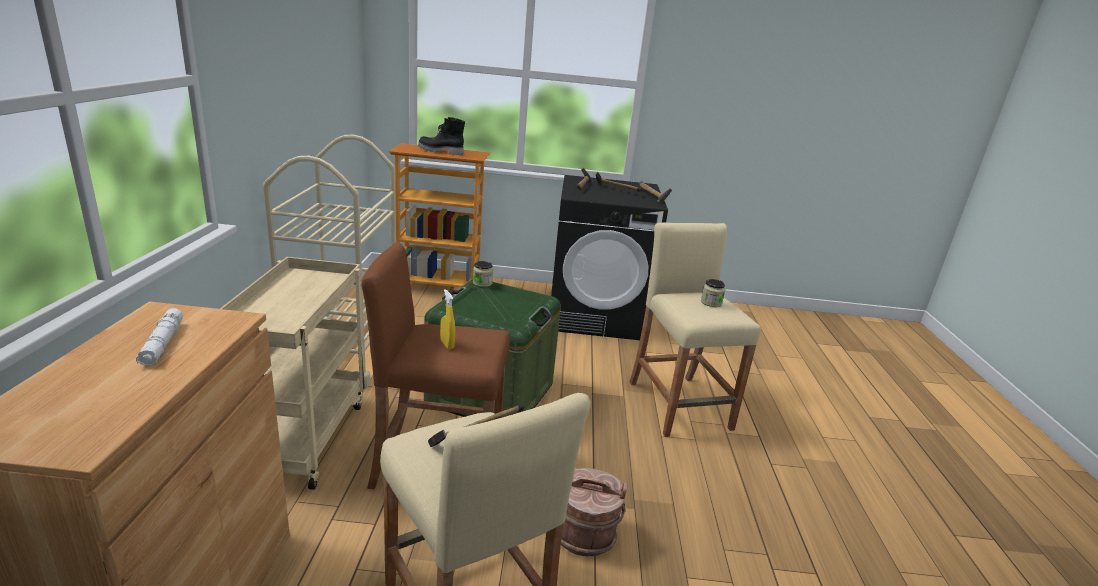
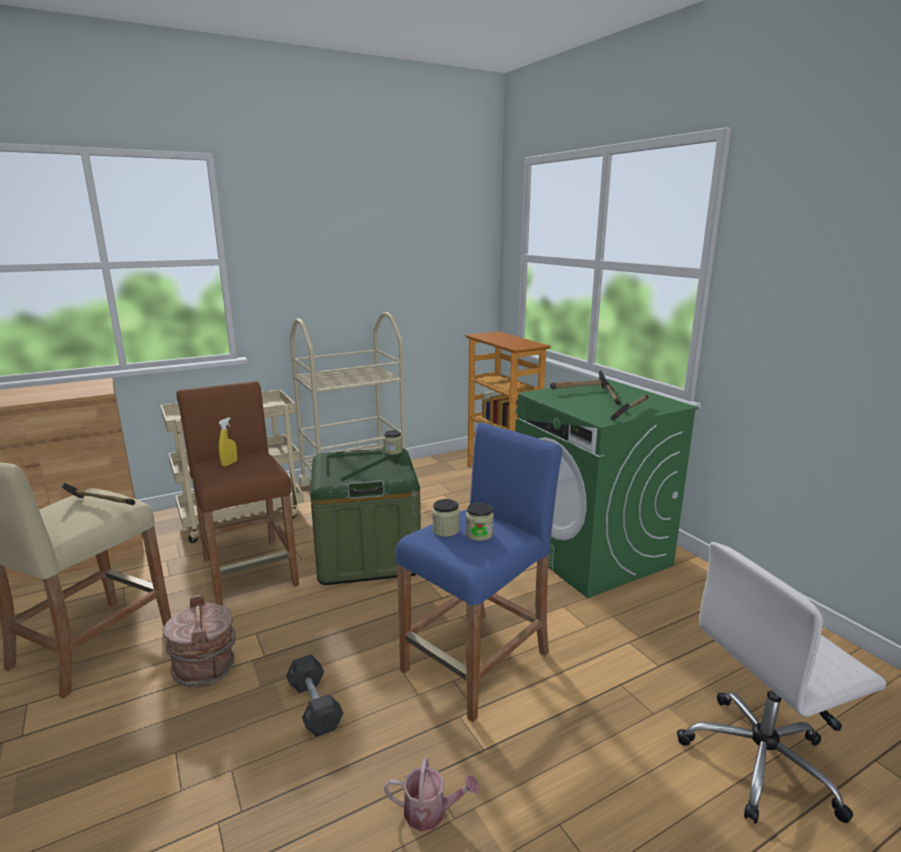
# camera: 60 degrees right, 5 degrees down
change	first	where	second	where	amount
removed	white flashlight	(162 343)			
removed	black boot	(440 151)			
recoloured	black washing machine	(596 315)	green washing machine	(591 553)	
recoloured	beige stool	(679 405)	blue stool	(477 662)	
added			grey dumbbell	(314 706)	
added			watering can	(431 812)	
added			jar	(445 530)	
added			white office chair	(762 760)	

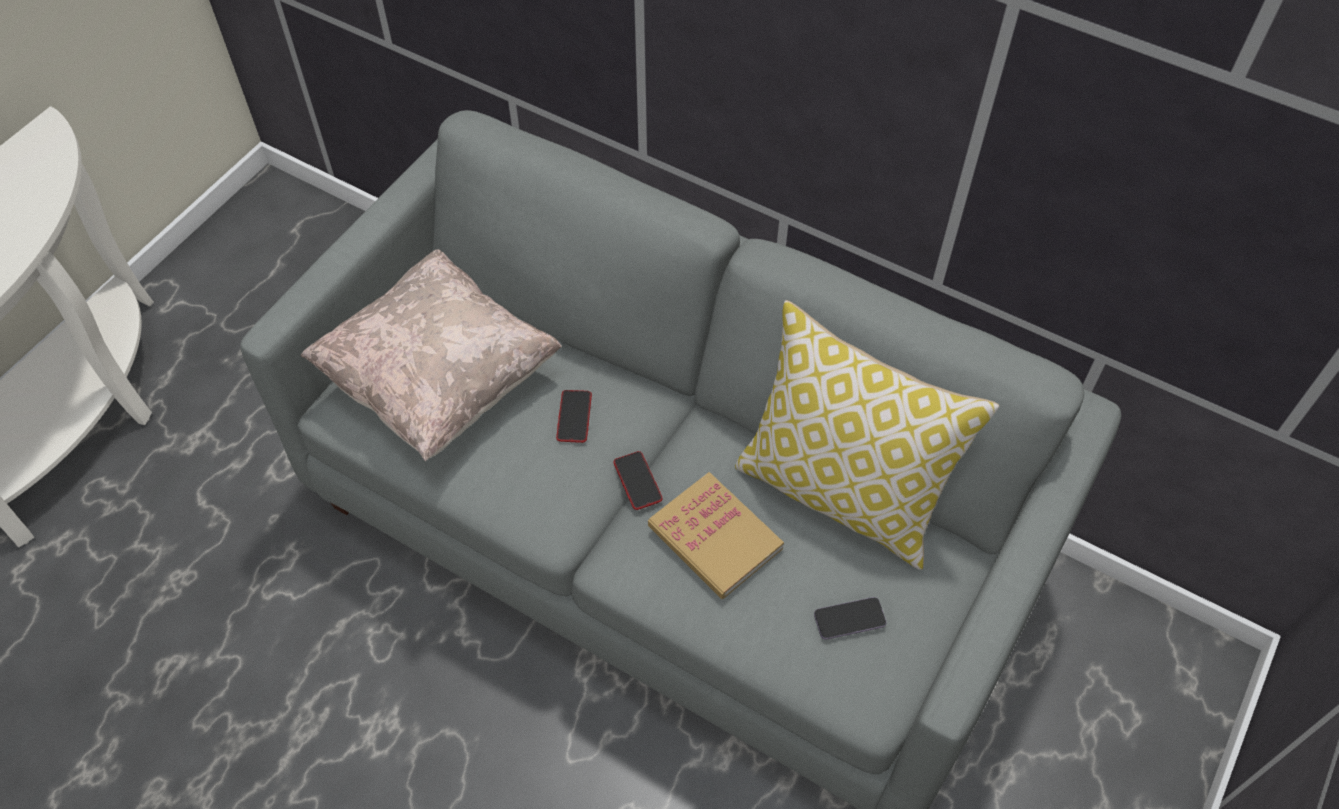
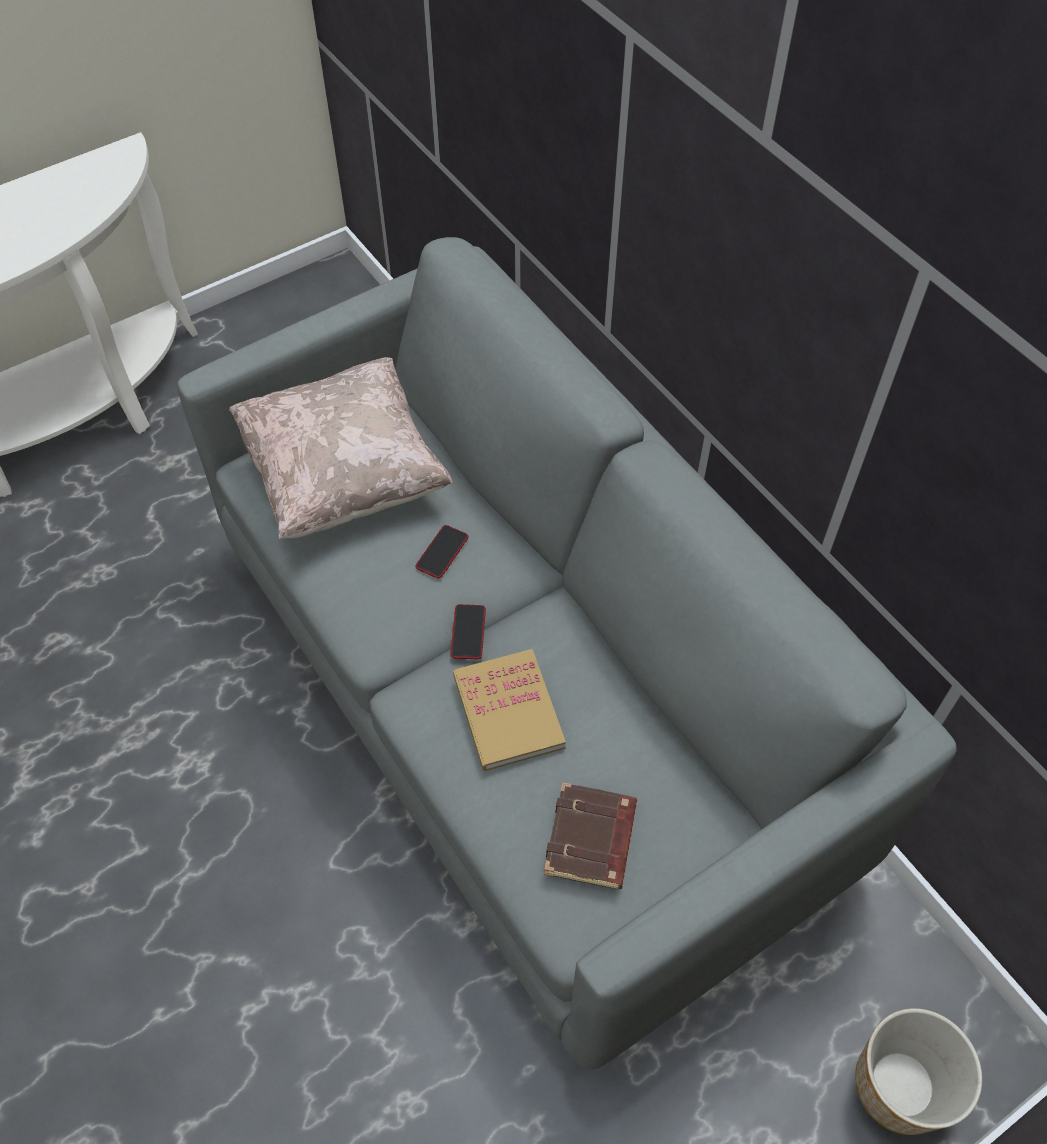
# camera: 25 degrees right, 0 degrees up
change	first	where	second	where	amount
removed	pillow	(843 492)			
replaced	phone	(849 619)	brown book	(592 840)	
added			planter	(901 1087)	

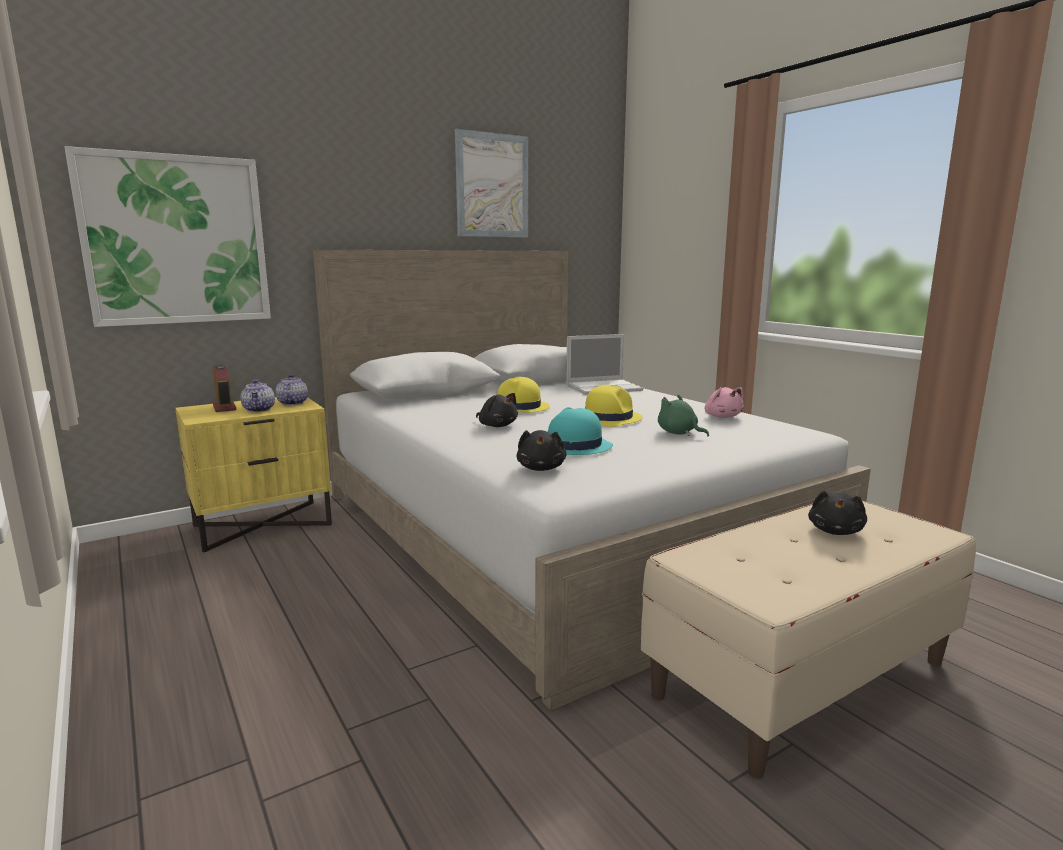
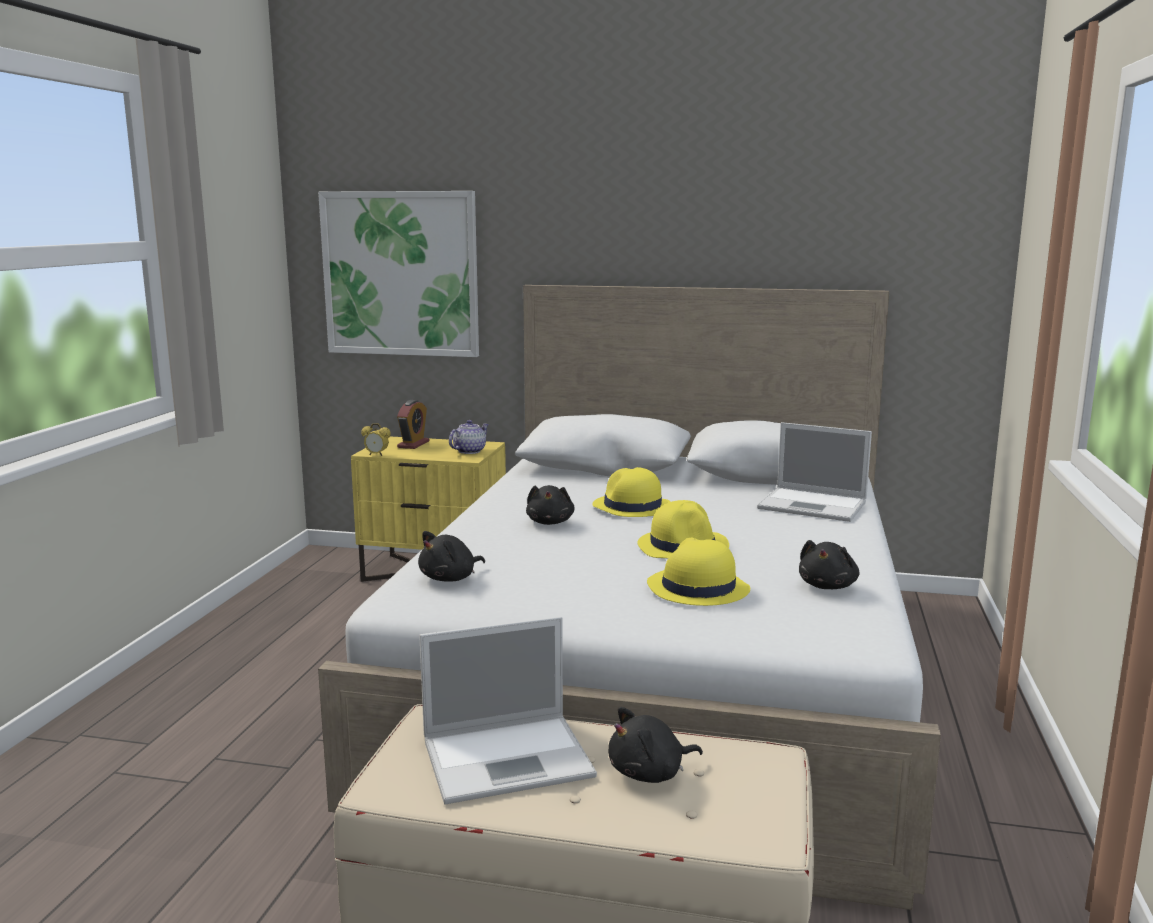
# camera: 45 degrees right, 0 degrees up
change	first	where	second	where	amount
removed	teapot	(259 410)			
removed	picture	(492 186)			
removed	turquoise hat	(573 446)			
replaced	green plush toy	(679 433)	yellow hat	(697 588)	
recoloured	pink plush toy	(722 417)	black plush toy	(828 586)	
added			alarm clock	(377 455)	
added			laptop	(510 757)	

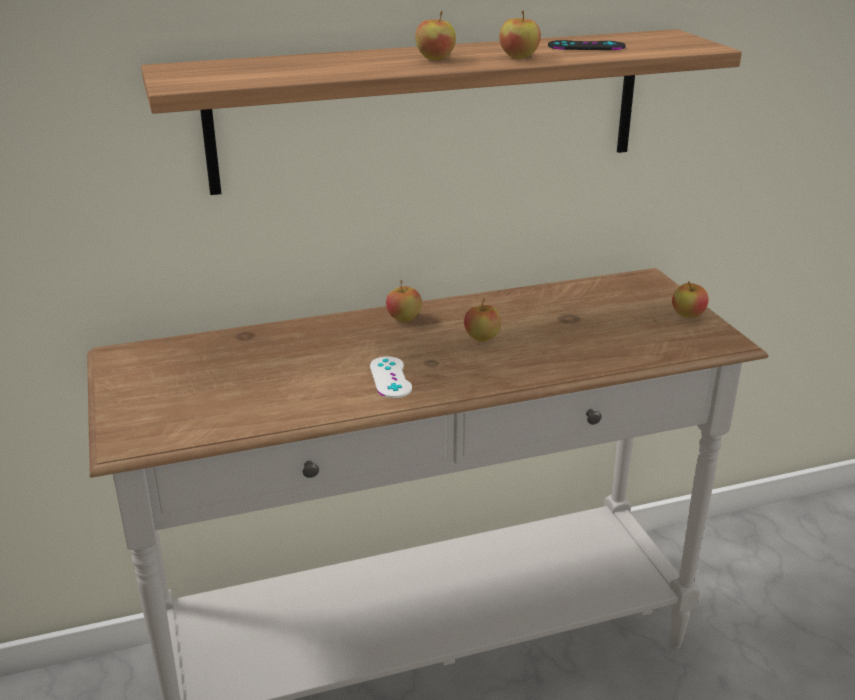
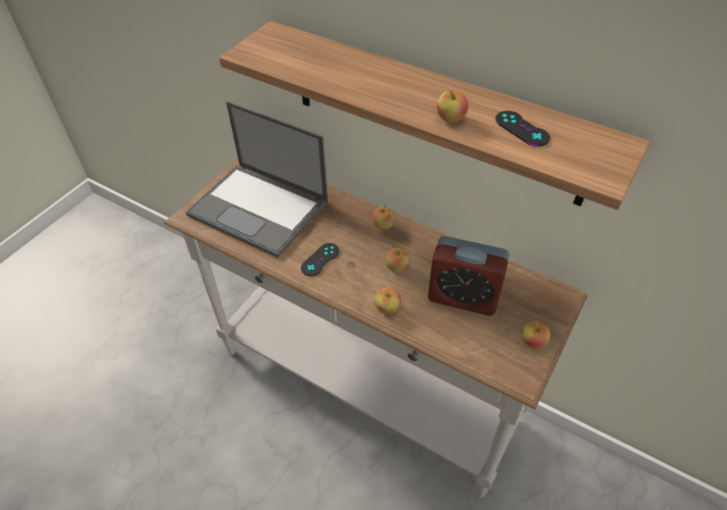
# camera: 50 degrees right, 20 degrees up
change	first	where	second	where	amount
recoloured	white game controller	(390 377)	black game controller	(320 259)	
moved	apple	(435 58)		(387 308)	
added			laptop	(260 208)	
added			alarm clock	(463 297)	

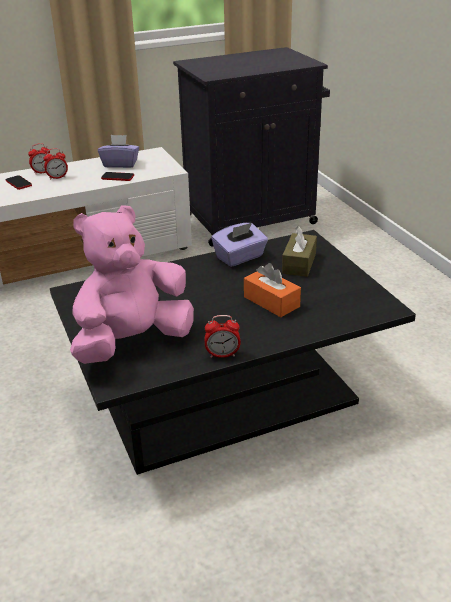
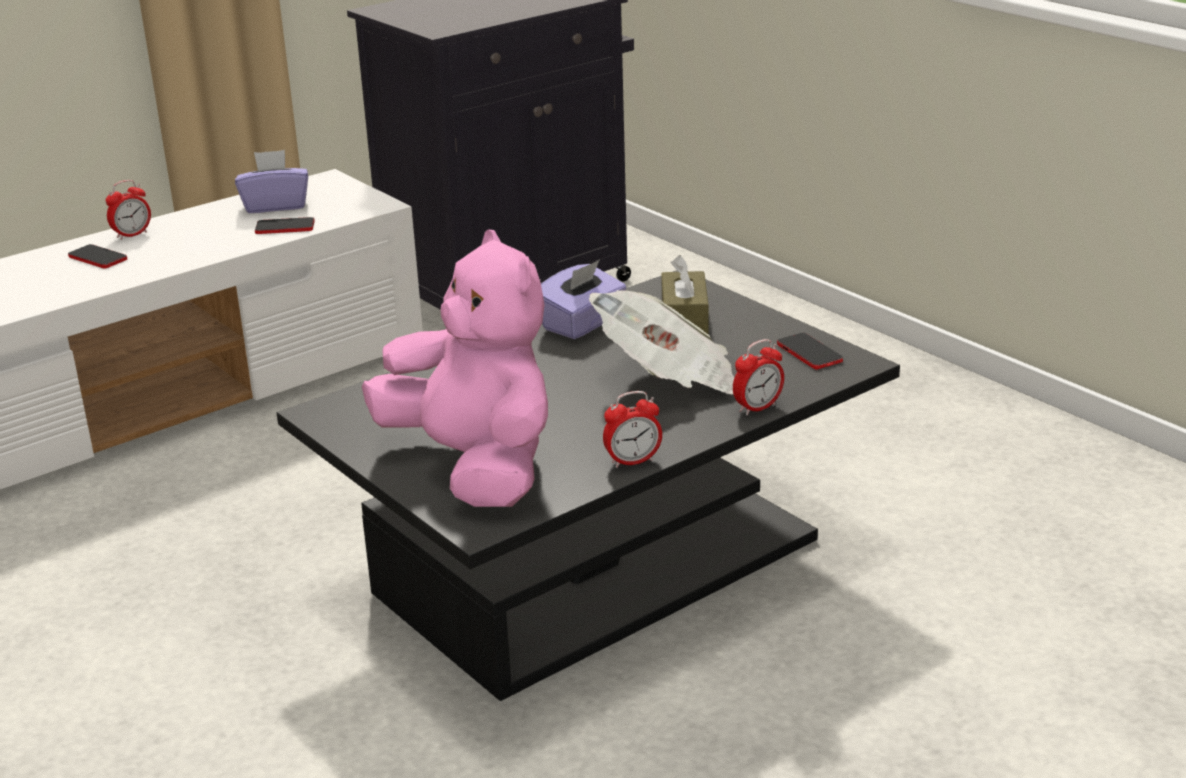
# camera: 15 degrees left, 5 degrees down
change	first	where	second	where	amount
moved	alarm clock	(57 177)		(757 408)	
turned	pink plush toy	(132 342)		(475 466)	105 degrees clockwise
replaced	orange tissue box	(271 302)	newspaper	(669 379)	
added			phone	(809 352)	

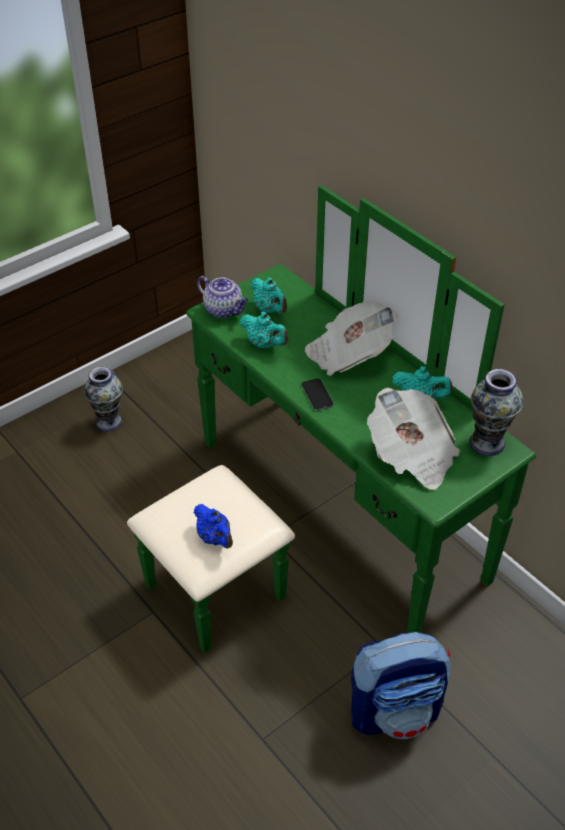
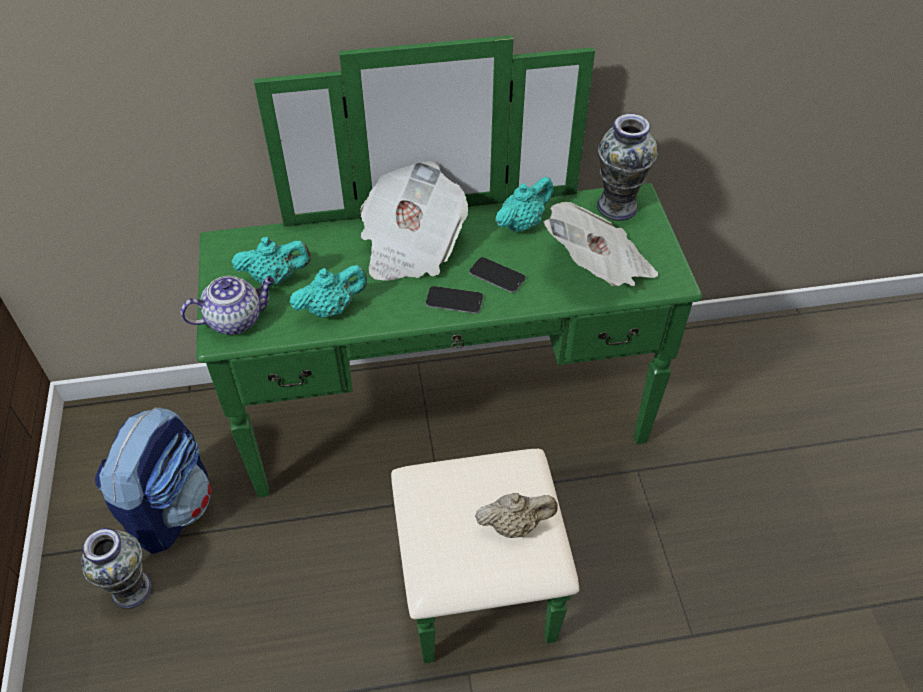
# camera: 60 degrees left, 5 degrees up
change	first	where	second	where	amount
recoloured	blue teapot	(215 538)	beige teapot	(514 525)	
moved	backpack	(395 710)		(171 507)	
added			phone	(497 276)	

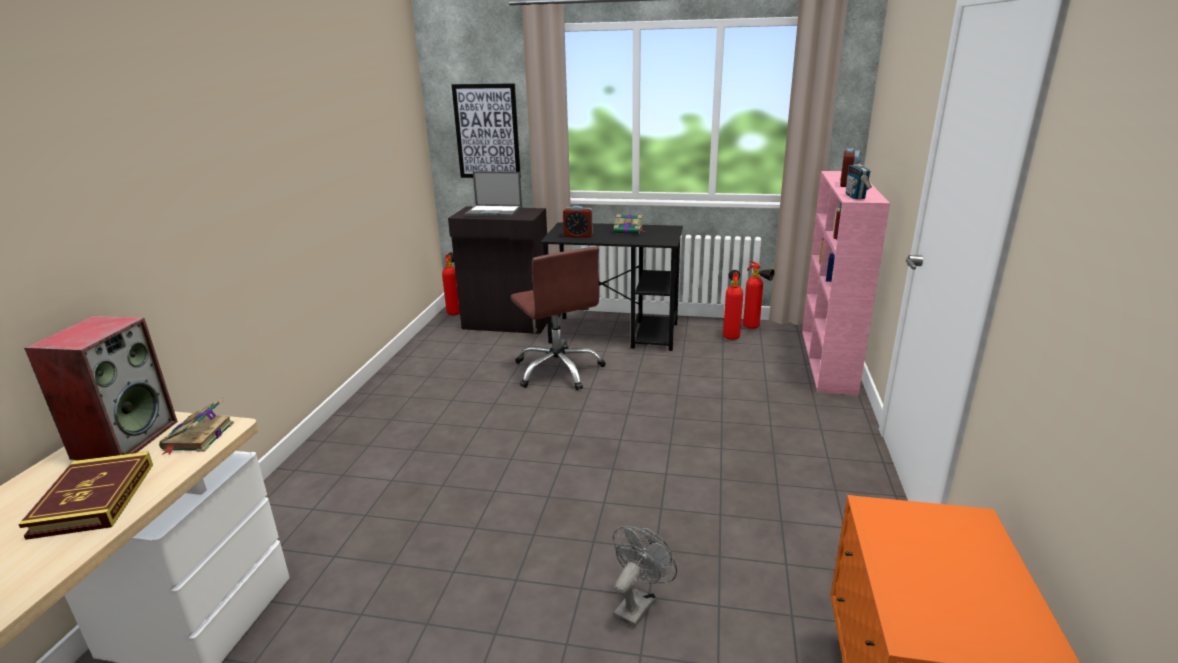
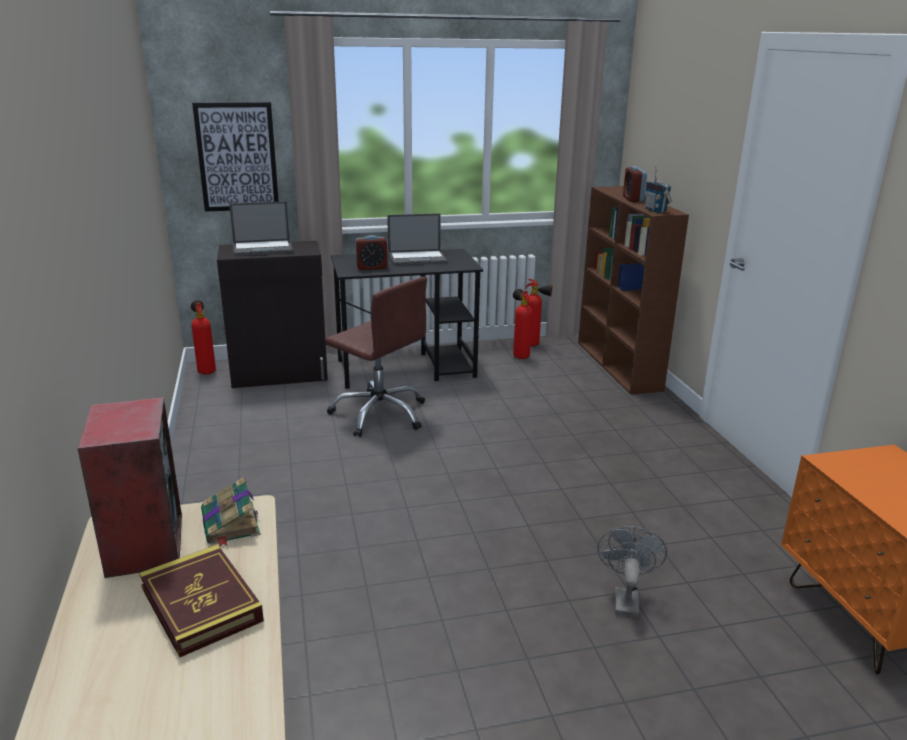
# camera: 25 degrees left, 0 degrees up
change	first	where	second	where	amount
replaced	book	(629 231)	laptop	(418 258)	
recoloured	pink bookcase	(828 361)	brown bookcase	(619 366)	

